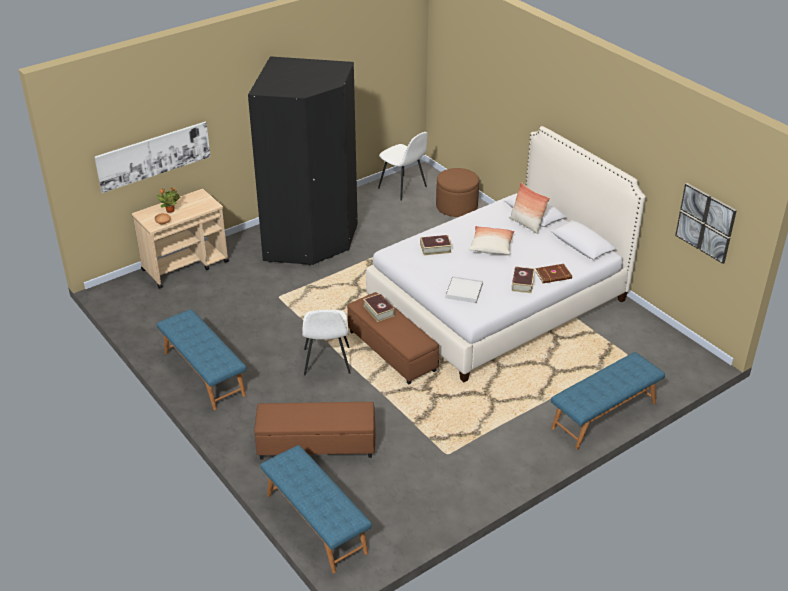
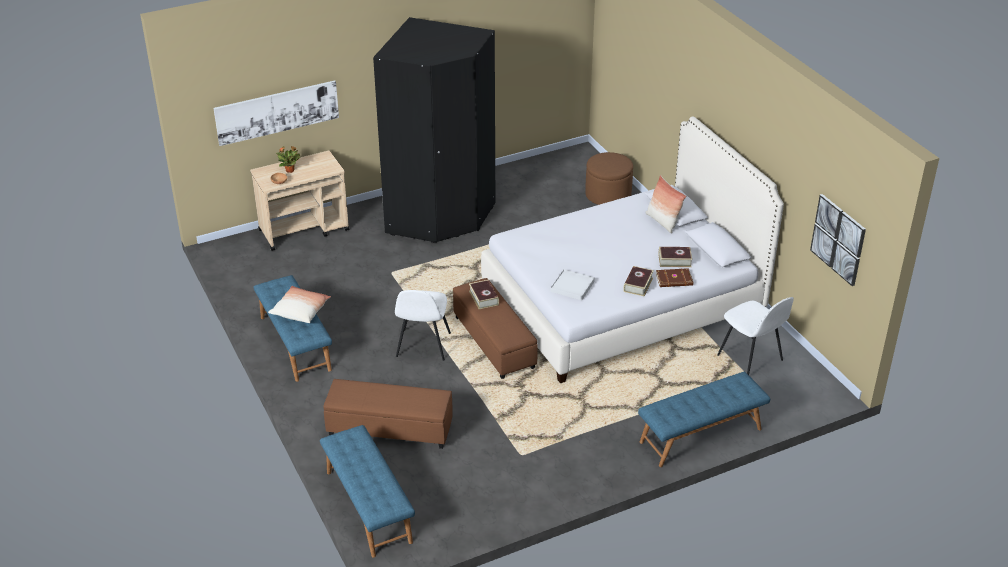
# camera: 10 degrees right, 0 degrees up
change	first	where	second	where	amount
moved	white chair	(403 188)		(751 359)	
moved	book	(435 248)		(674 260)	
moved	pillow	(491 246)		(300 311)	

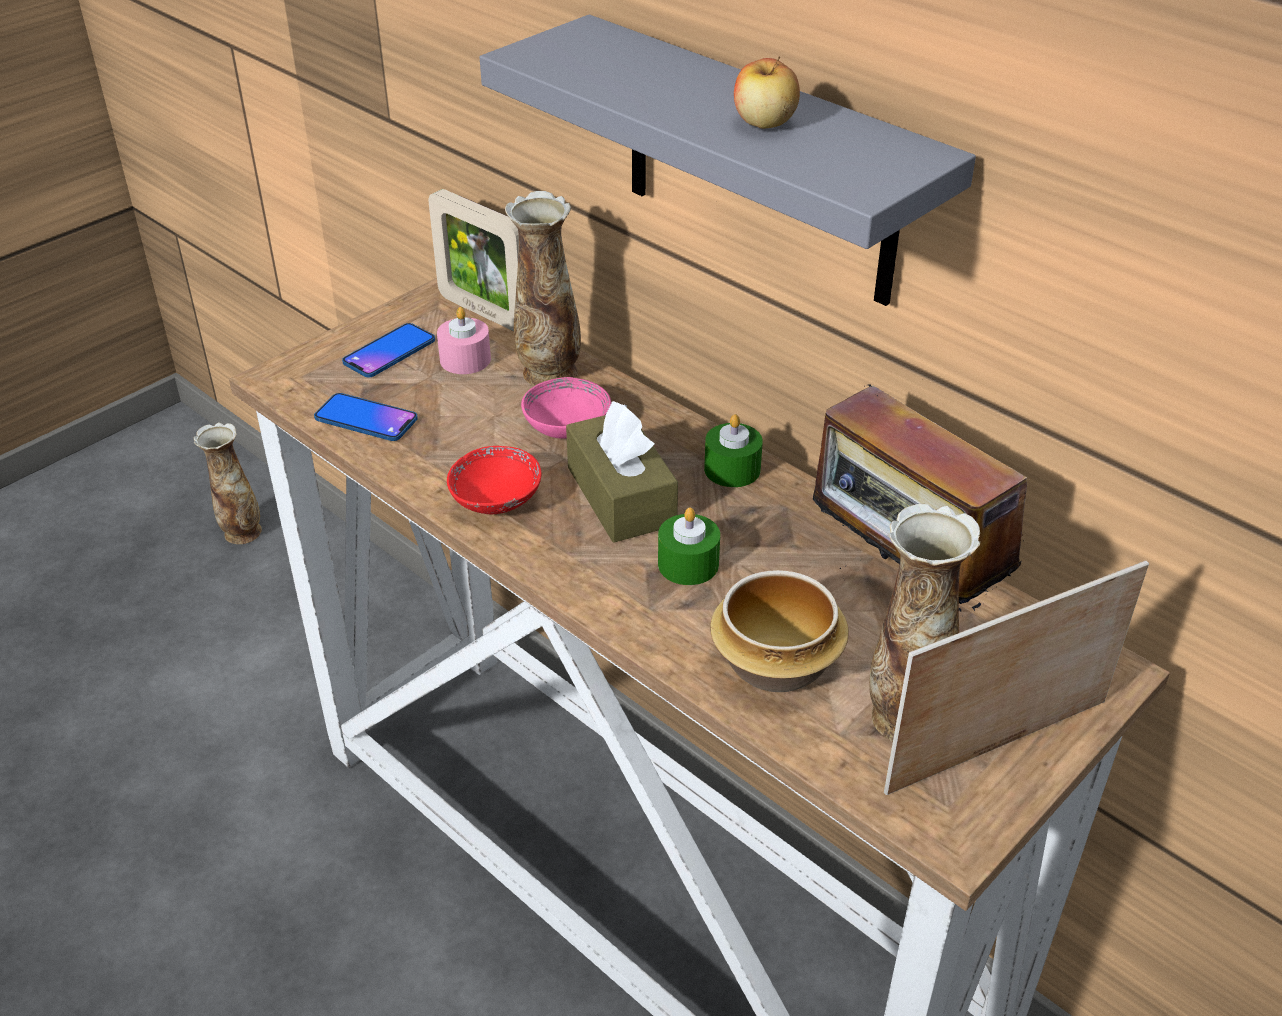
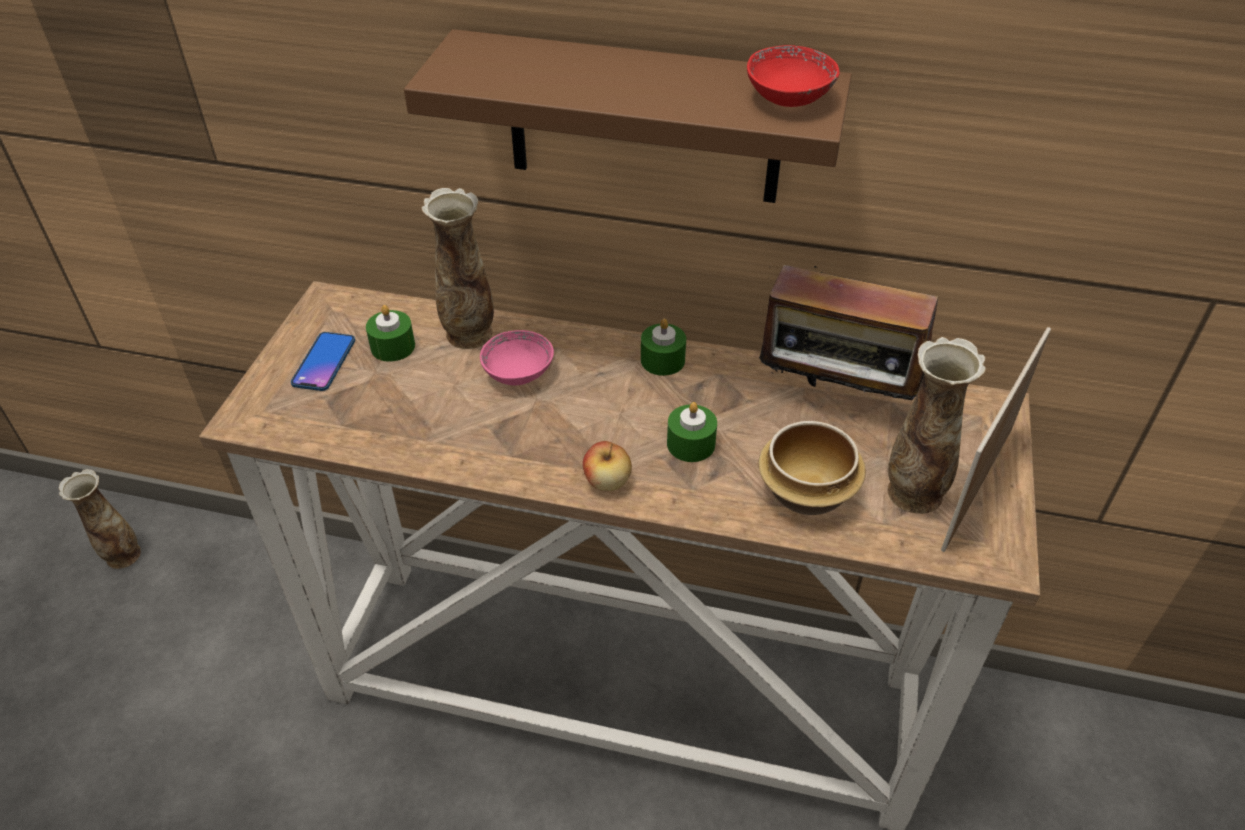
# camera: 30 degrees left, 5 degrees up
change	first	where	second	where	amount
removed	phone	(366 419)			
removed	picture frame	(484 312)			
recoloured	pink candle	(465 359)	green candle	(393 346)	
moved	red bowl	(496 501)		(788 98)	
recoloured	grey shelf	(759 163)	brown shelf	(644 119)	
removed	brown tissue box	(621 496)			
moved	apple	(765 123)		(607 481)	

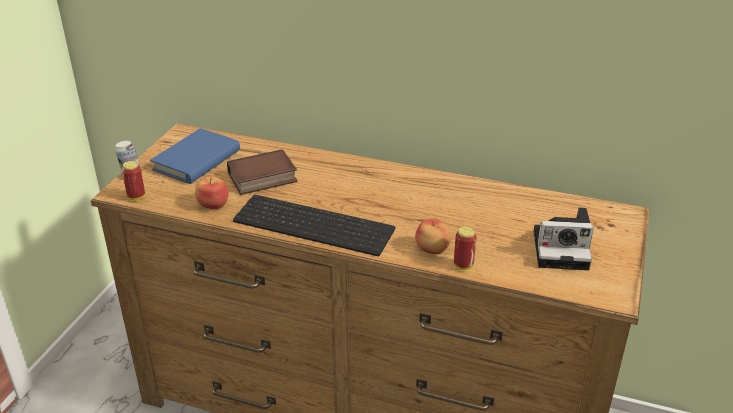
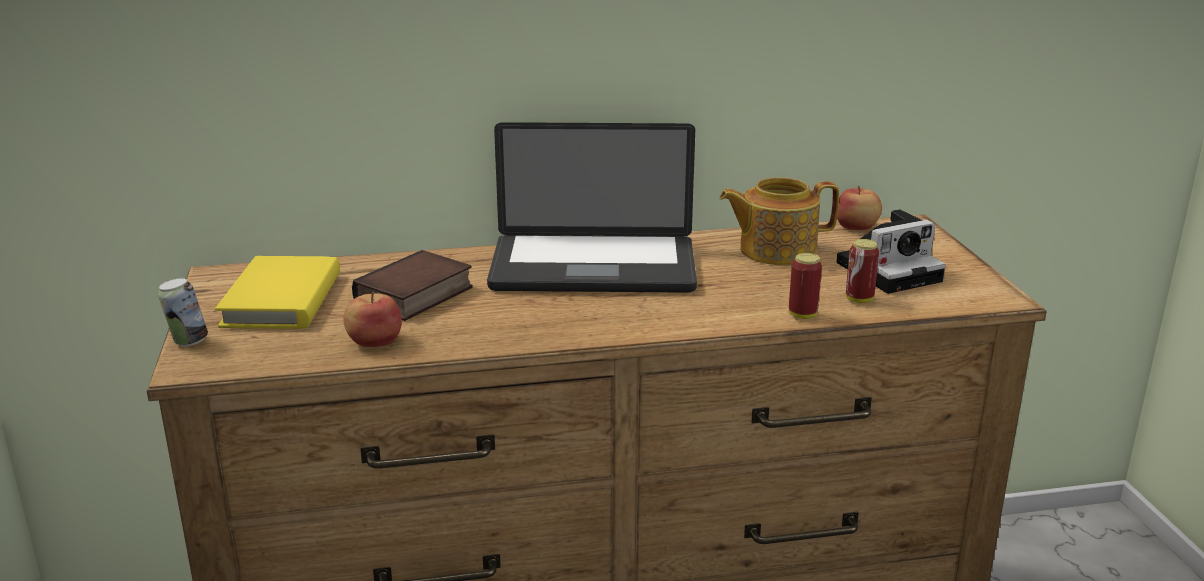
# camera: 30 degrees left, 10 degrees down
change	first	where	second	where	amount
moved	can	(136 197)		(859 299)	
recoloured	blue book	(197 160)	yellow book	(282 300)	
removed	keyboard	(316 224)			
moved	apple	(432 249)		(857 227)	
added			laptop	(593 267)	
added			teapot	(775 250)	

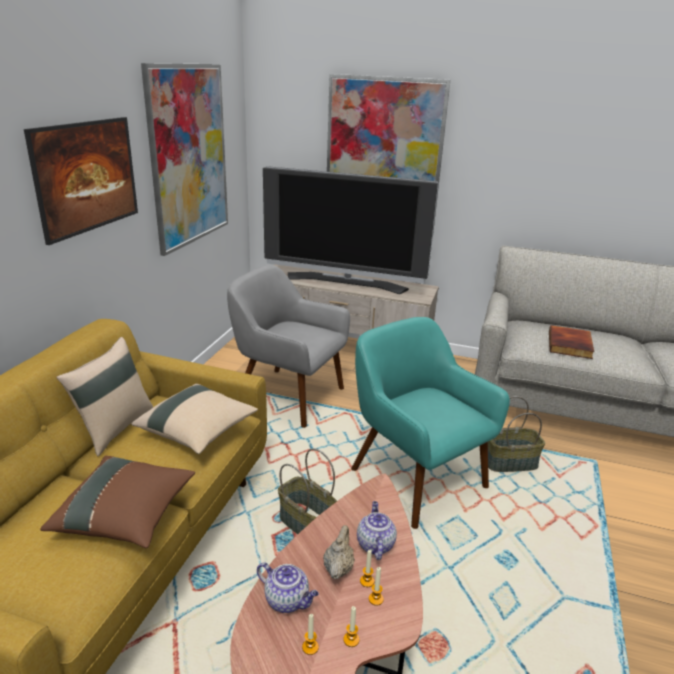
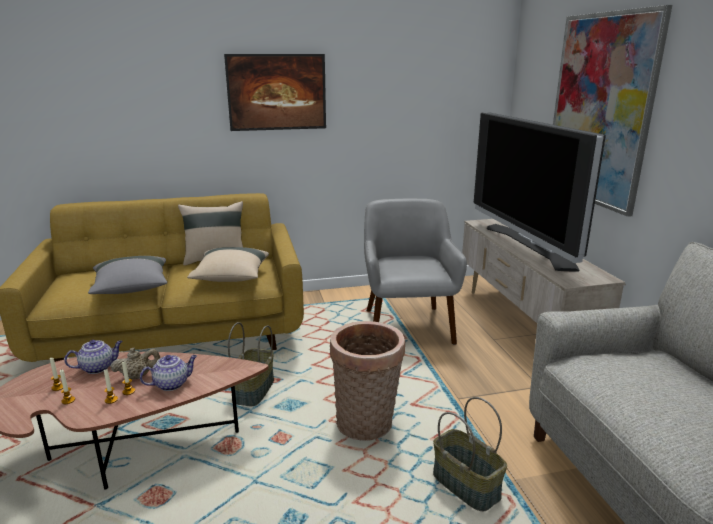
# camera: 60 degrees right, 5 degrees down
change	first	where	second	where	amount
recoloured	brown pillow	(126 516)	grey pillow	(131 288)	
removed	picture	(189 156)			
turned	teapot	(288 600)		(98 367)	120 degrees counterclockwise
replaced	turquoise armchair	(416 477)	basket	(366 425)	
removed	book	(571 345)			

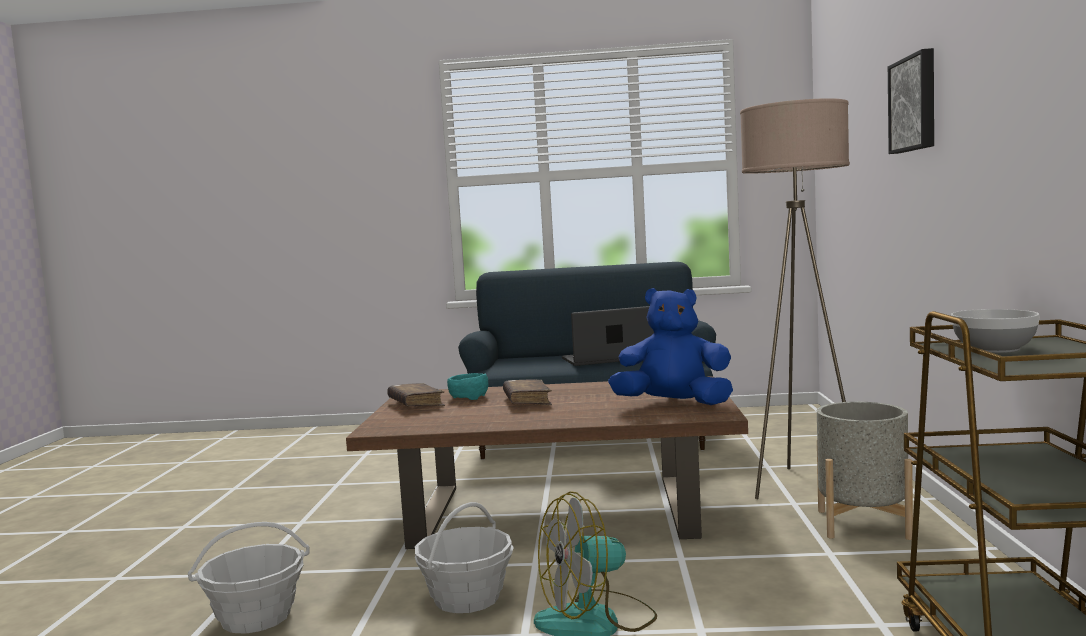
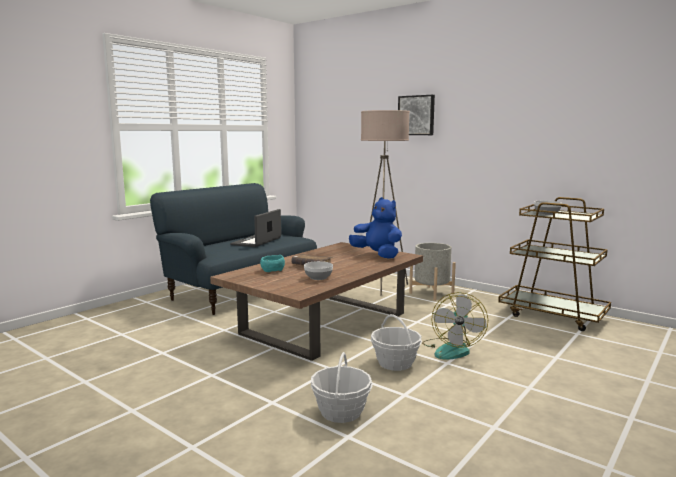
# camera: 55 degrees left, 5 degrees up
change	first	where	second	where	amount
removed	brown book	(416 404)			
turned	blue plush toy	(674 404)		(377 255)	90 degrees clockwise
added			bowl	(318 277)	

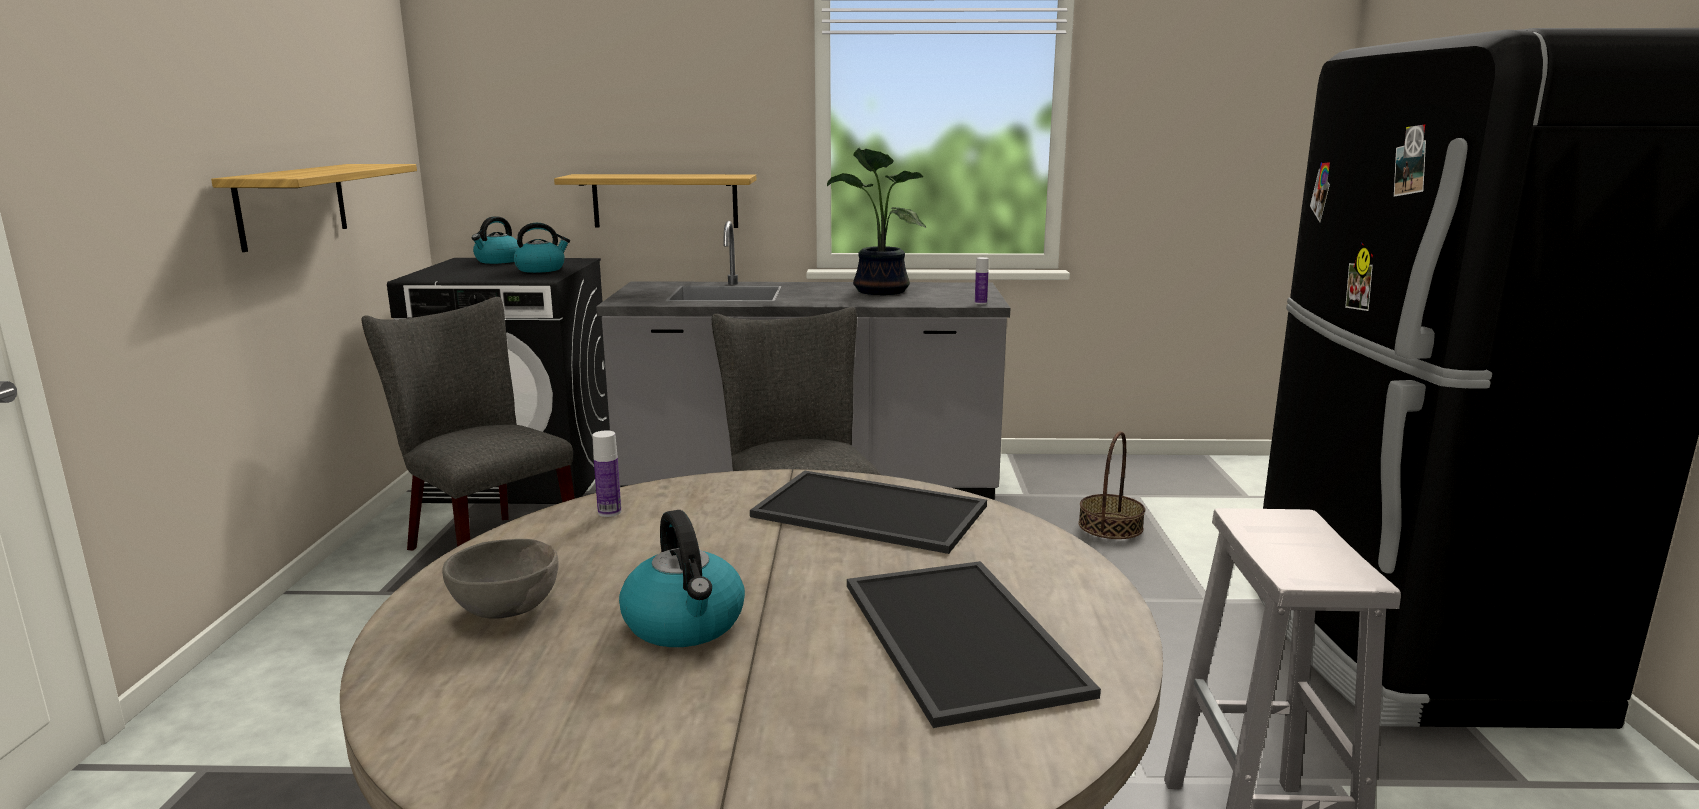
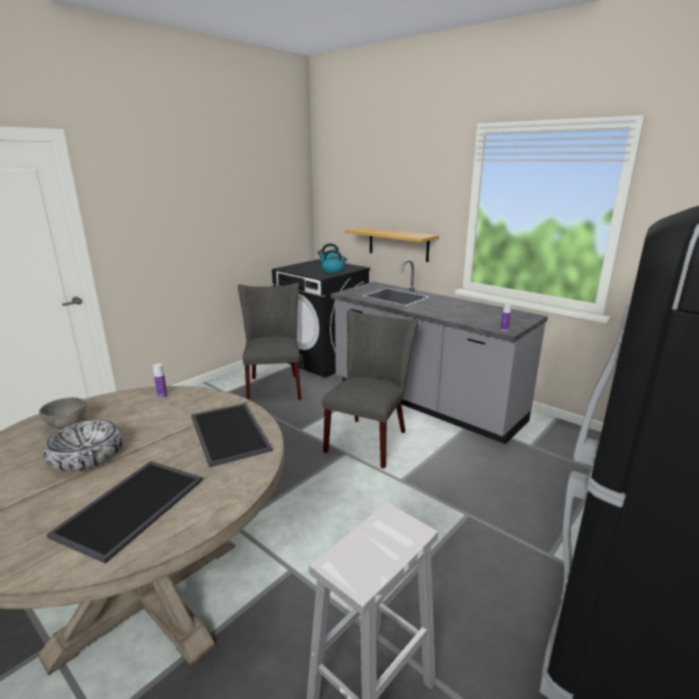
# camera: 40 degrees right, 5 degrees up
change	first	where	second	where	amount
removed	shelf	(292 205)			
replaced	kettle	(685 624)	bowl	(87 454)	
removed	potted plant	(877 291)			
removed	basket	(1110 526)			

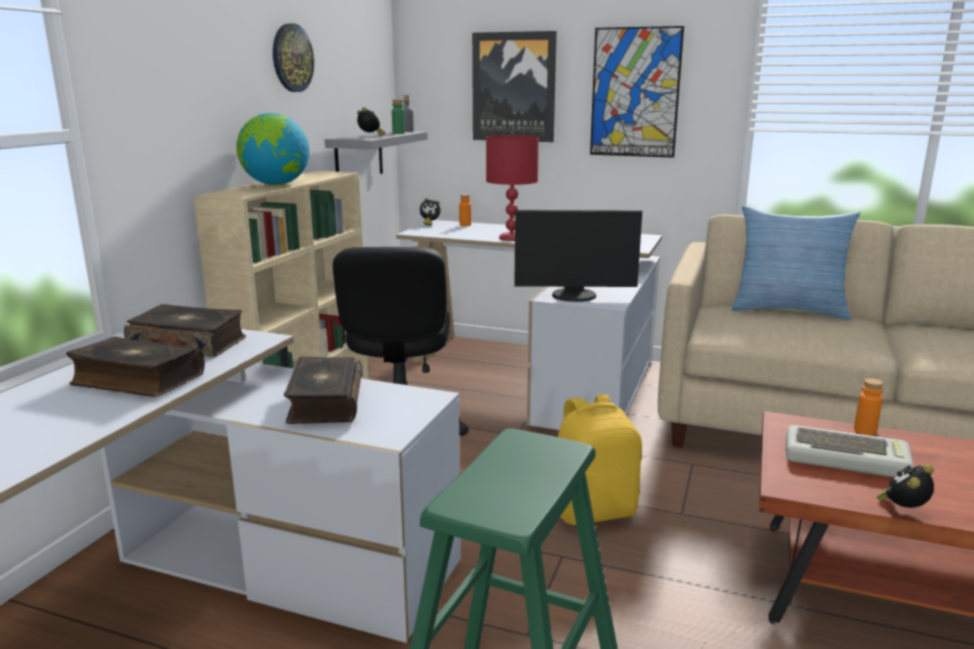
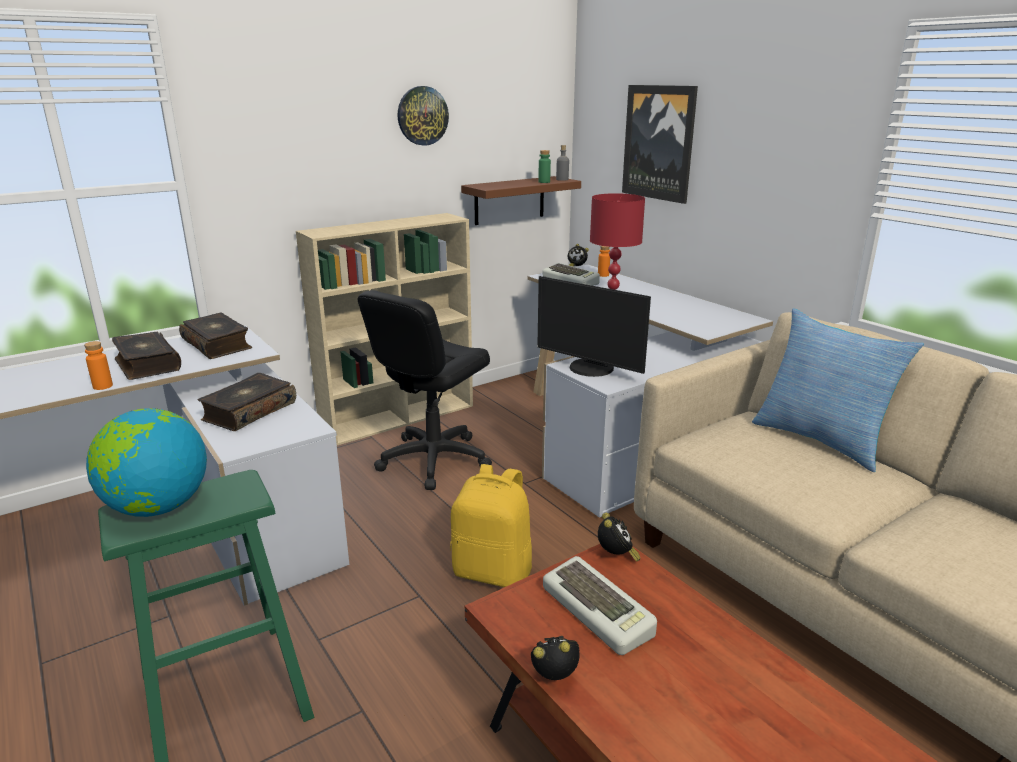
# camera: 35 degrees right, 5 degrees up
change	first	where	second	where	amount
moved	globe	(276 184)		(158 507)	
recoloured	grey shelf	(359 156)	brown shelf	(509 200)	
moved	alarm clock	(370 136)		(616 557)	
removed	picture	(635 93)			
moved	orange bottle	(865 430)		(103 386)	
added			keyboard	(571 280)	

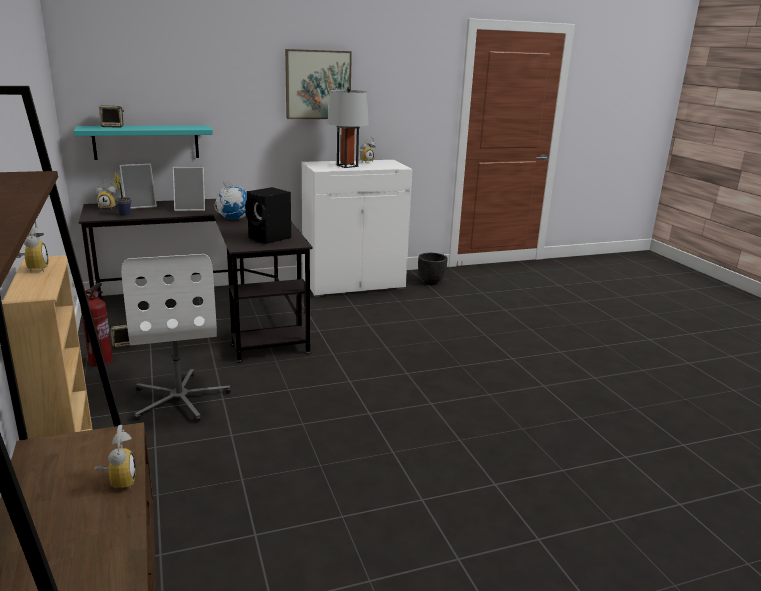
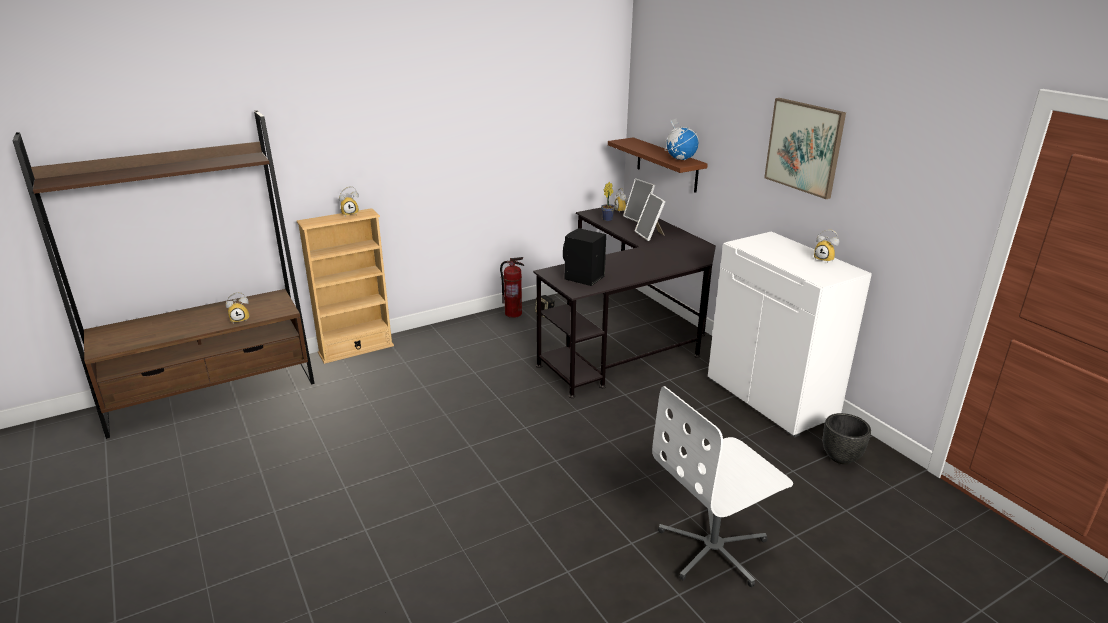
# camera: 80 degrees right, 5 degrees up
change	first	where	second	where	amount
recoloured	turquoise shelf	(146 142)	brown shelf	(667 164)	
removed	speaker	(113 127)			
moved	white office chair	(180 398)		(714 549)	
moved	globe	(233 219)		(680 159)	
removed	grey table lamp	(347 166)			

